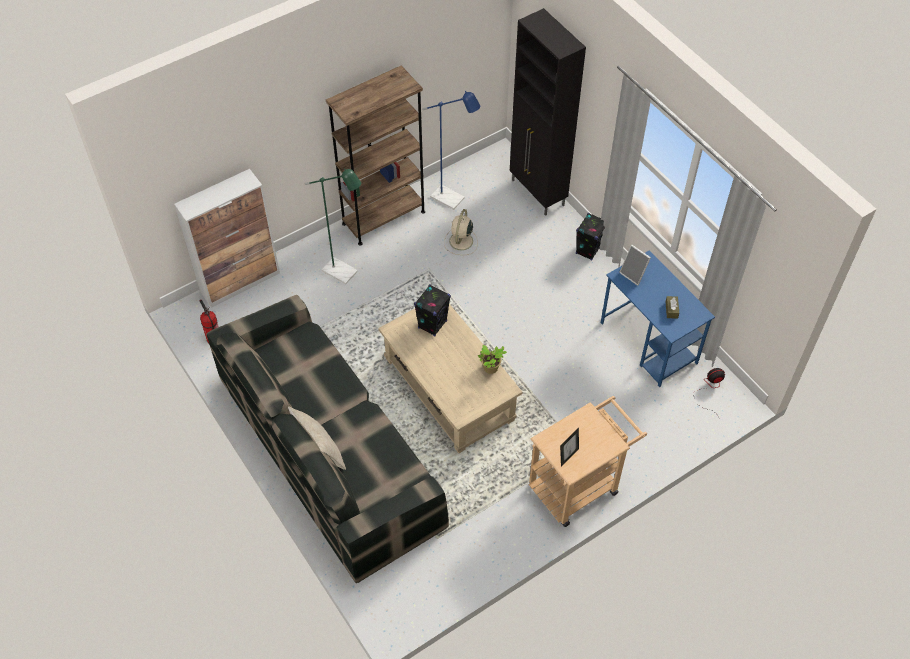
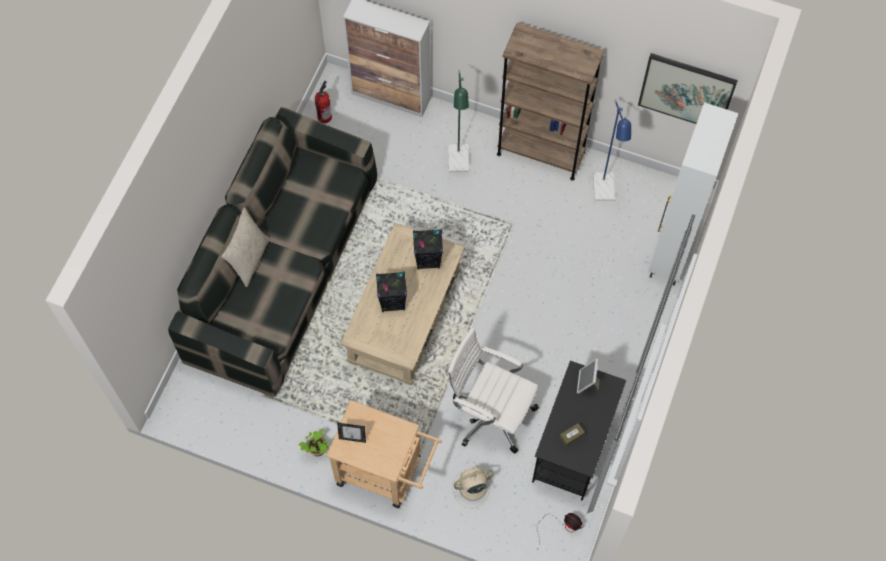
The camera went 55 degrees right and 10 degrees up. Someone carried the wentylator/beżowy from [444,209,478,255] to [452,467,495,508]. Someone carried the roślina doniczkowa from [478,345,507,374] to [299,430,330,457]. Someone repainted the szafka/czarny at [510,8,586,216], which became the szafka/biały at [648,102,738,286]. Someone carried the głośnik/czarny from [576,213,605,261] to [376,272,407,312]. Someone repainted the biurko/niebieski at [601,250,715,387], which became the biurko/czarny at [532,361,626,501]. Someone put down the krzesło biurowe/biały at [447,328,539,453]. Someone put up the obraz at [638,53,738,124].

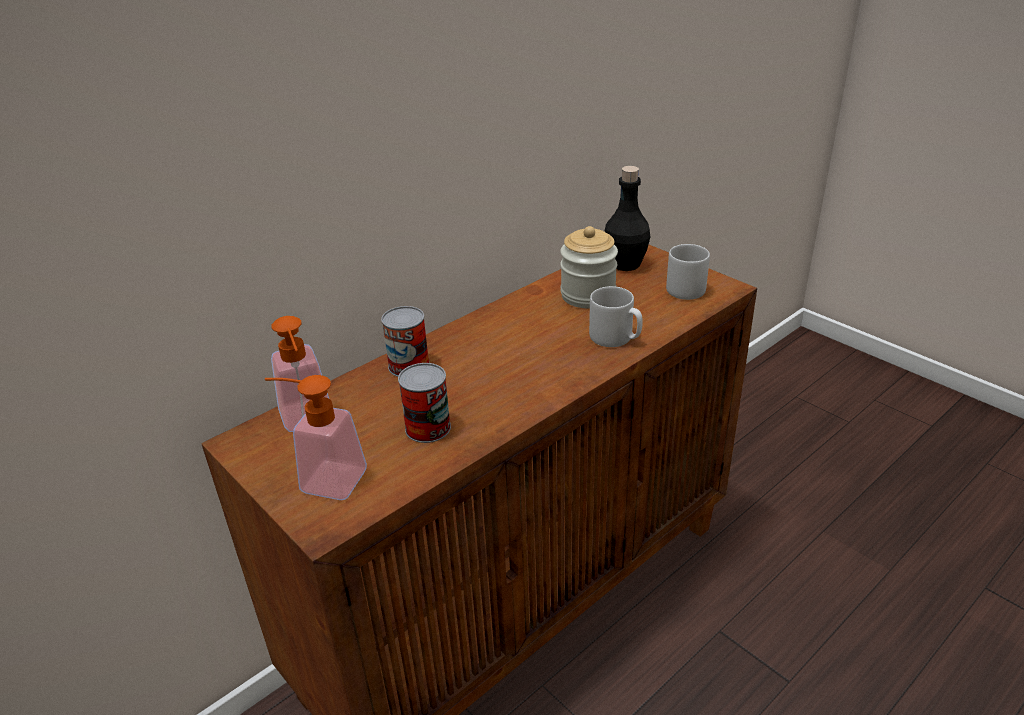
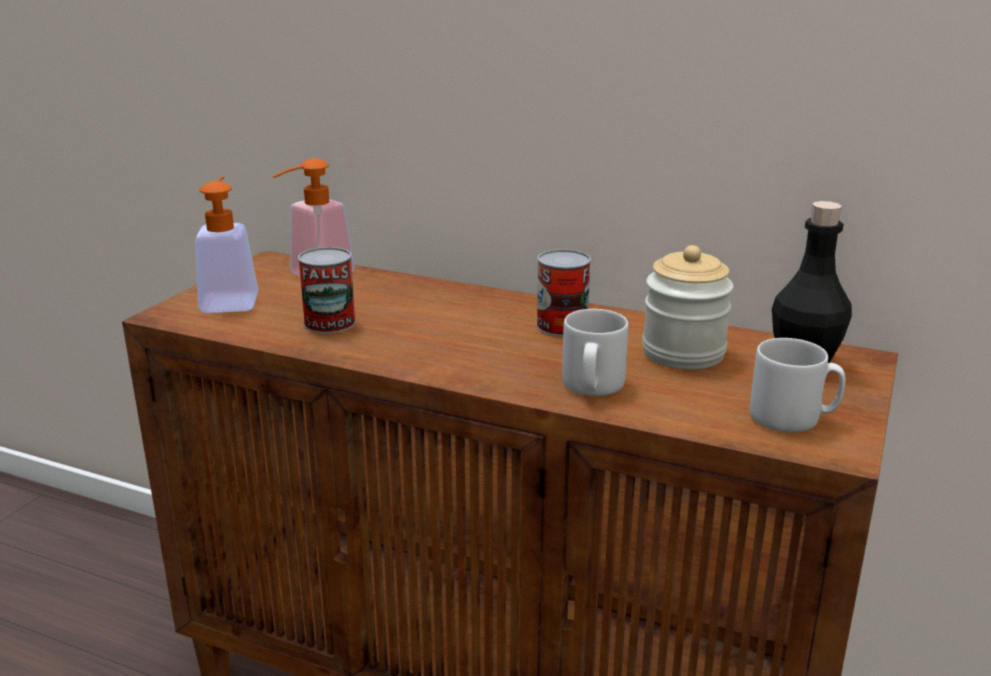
The camera went 65 degrees right and 10 degrees down. Someone carried the puszka from [381,306,430,377] to [536,249,591,337].

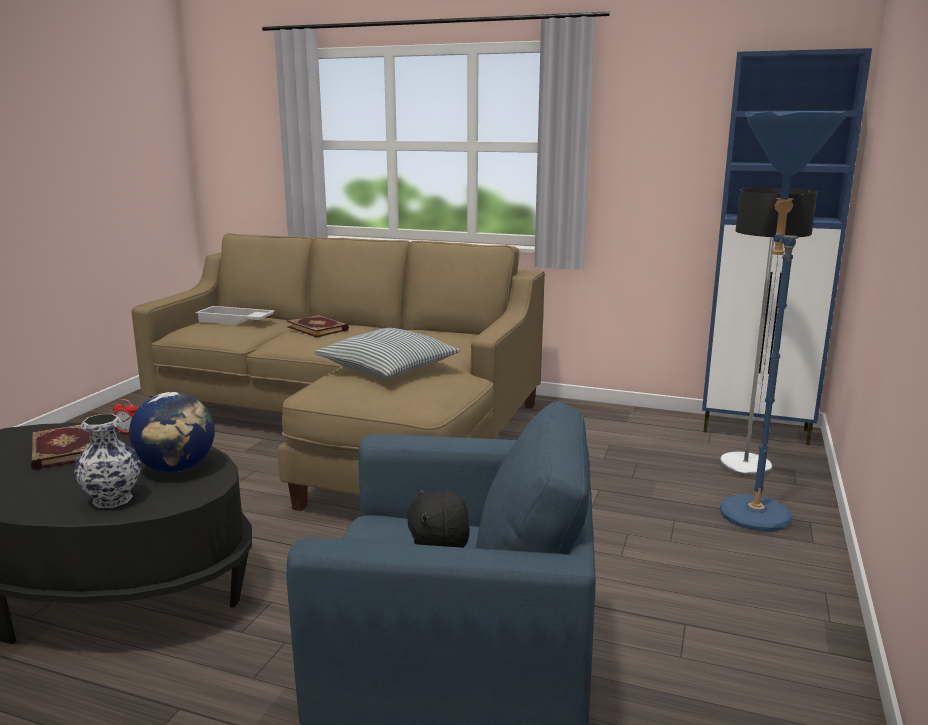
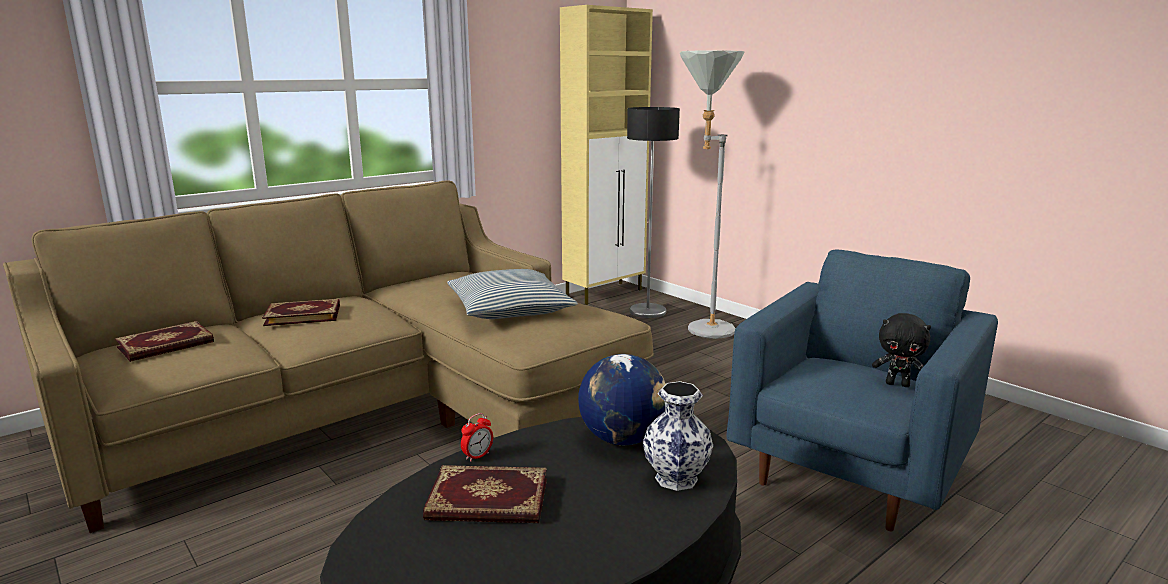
The camera went 60 degrees left and 0 degrees up. Someone swapped the taca/biały at [195,306,275,325] for the książka at [115,321,214,362]. Someone repainted the szafka/niebieski at [702,48,872,445], which became the szafka/beżowy at [560,5,653,305]. Someone repainted the lampa stojąca/niebieski at [720,111,847,531], which became the lampa stojąca/szary at [680,50,744,339].

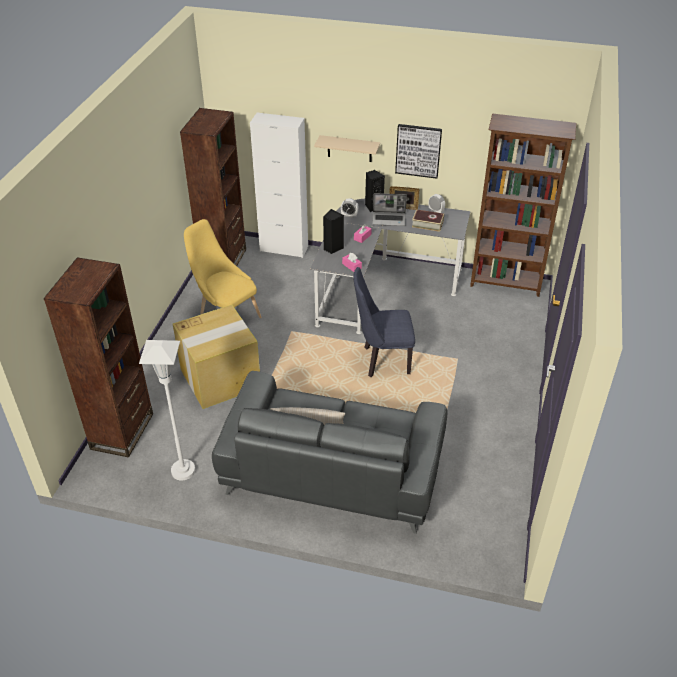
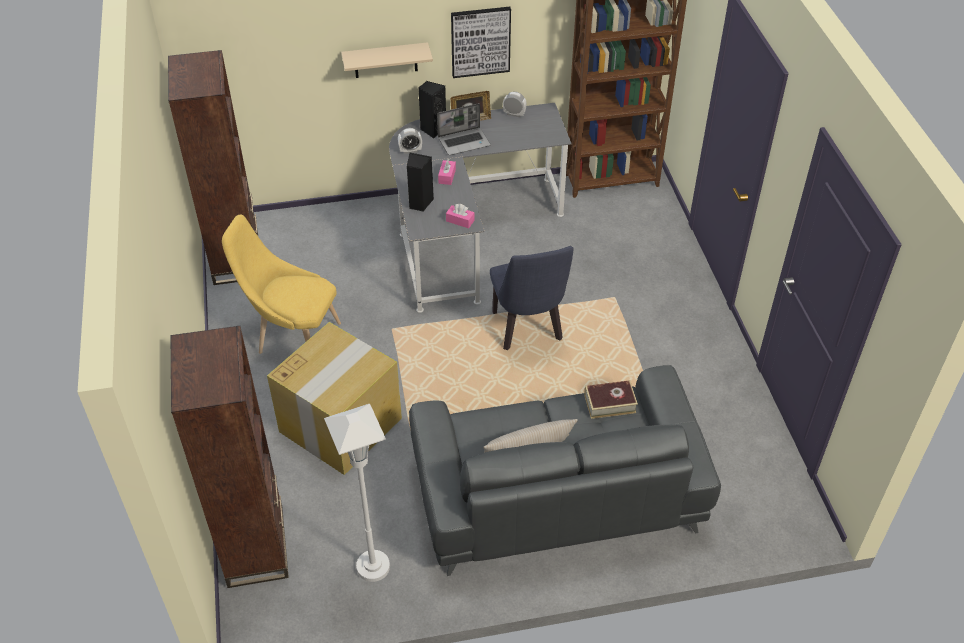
The camera went 25 degrees left and 5 degrees up. Someone took away the szafka/biały at [250,112,308,258]. Someone rotated the krzesło/niebieski at [353,267,415,377] by 75 degrees counterclockwise. Someone carried the książka from [412,209,444,232] to [584,380,638,419].

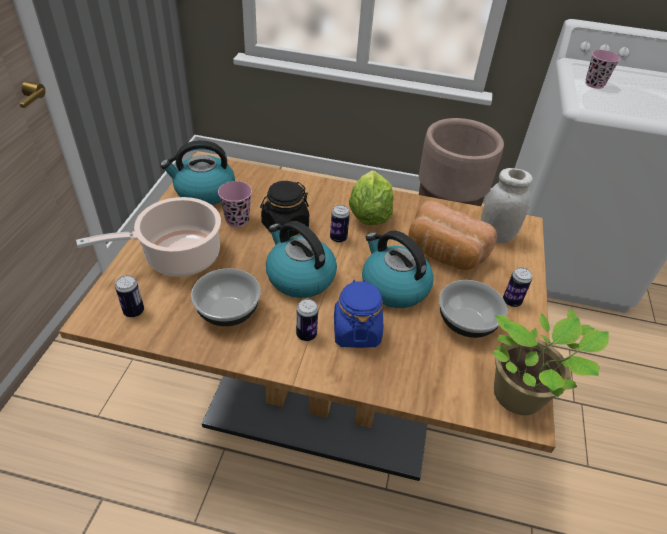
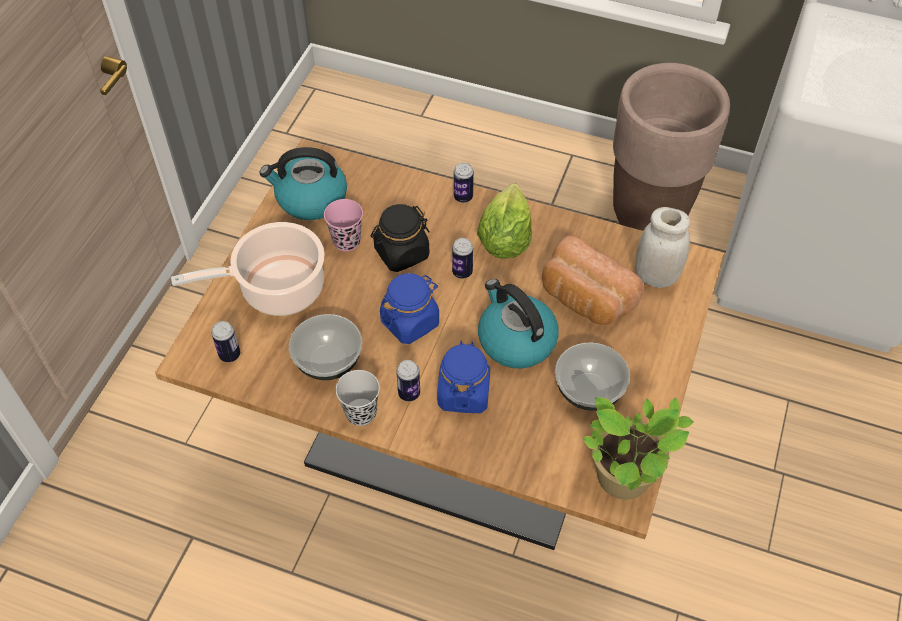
The camera went 10 degrees right and 10 degrees up. Someone swapped the czajnik at [266,221,337,298] for the słoik/niebieski at [380,273,439,344]. Someone carried the puszka from [503,267,532,307] to [454,163,474,203]. Someone took away the filiżanka/różowy at [586,50,620,89]. Someone put down the filiżanka/czarny at [336,370,380,426].

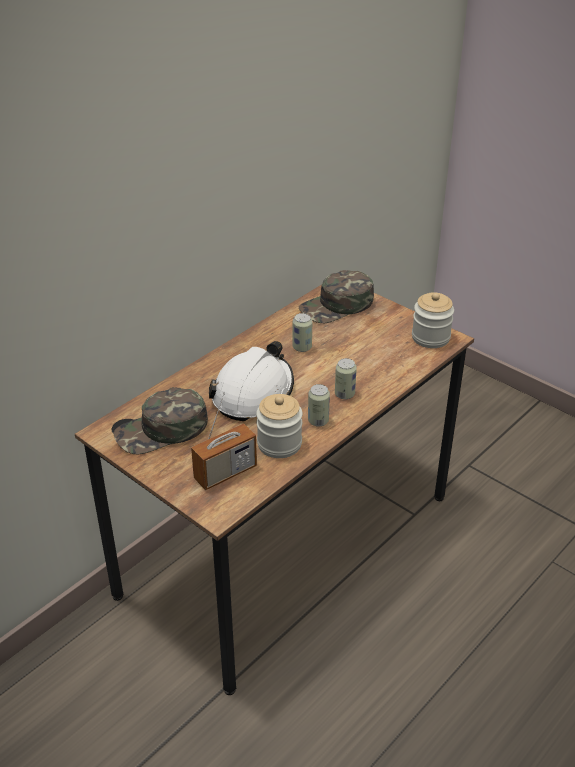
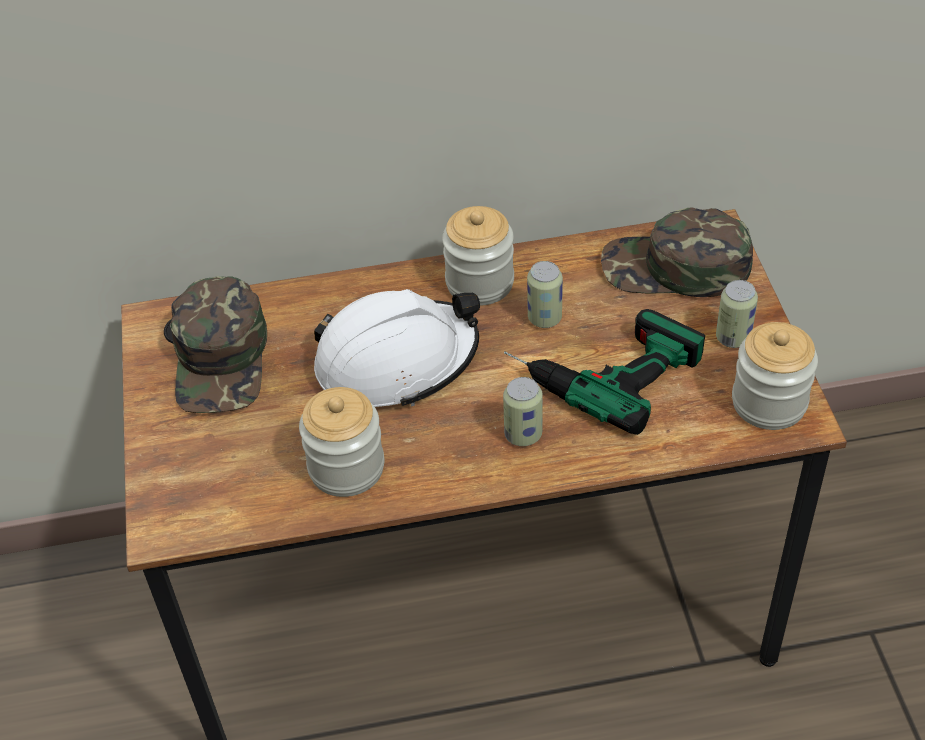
The camera went 40 degrees right and 10 degrees up. Someone rotated the czapka z daszkiem/zielony at [113,387,208,455] by 105 degrees counterclockwise. Someone took away the radio at [191,392,257,490]. Someone carried the puszka from [308,384,330,427] to [716,280,758,348]. Someone put down the słoik at [442,206,514,306]. Someone put down the wiertarka at [504,309,705,435].

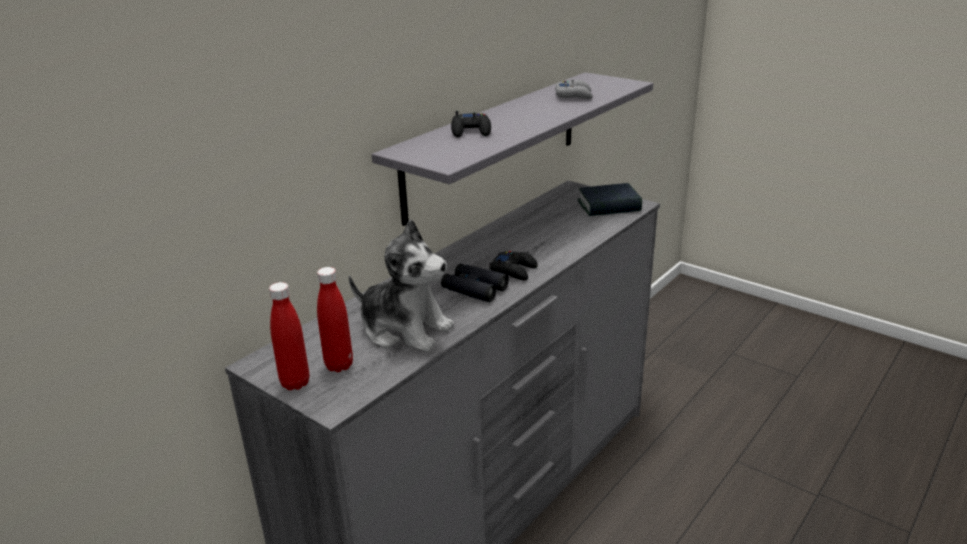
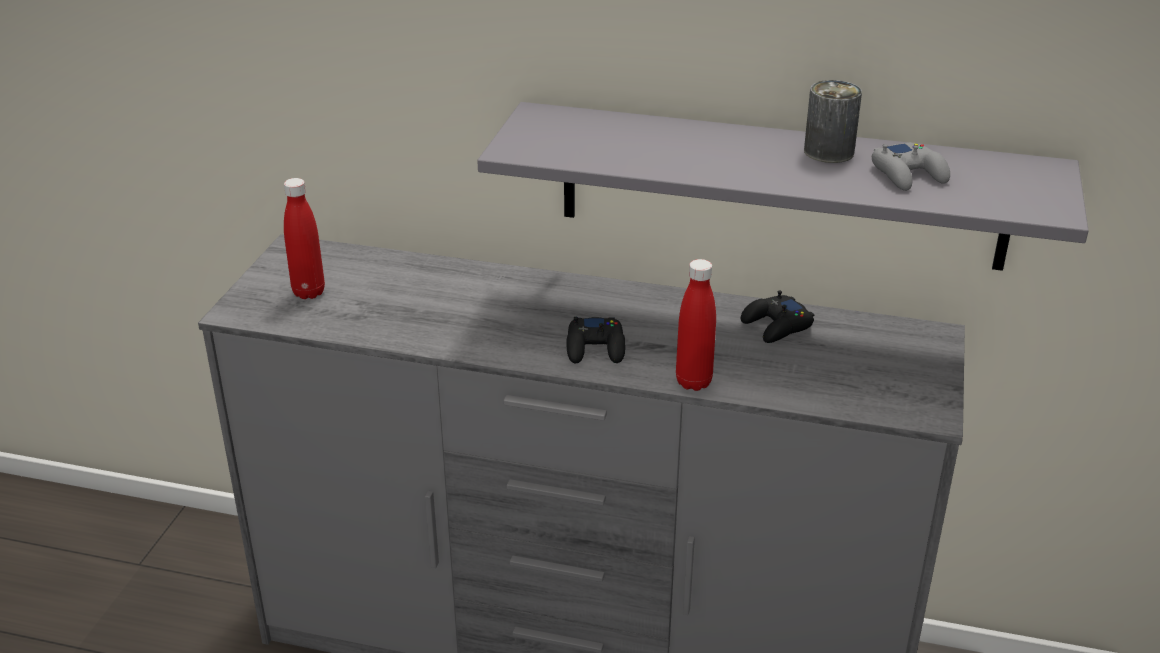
The camera went 65 degrees right and 5 degrees up. Someone carried the butelka/czerwony from [269,282,309,390] to [676,259,716,391]. Someone took away the pluszak at [349,219,454,352]. Someone took away the lornetka/czarny at [441,264,509,302]. Someone carried the pad do gier/czarny from [451,111,491,137] to [741,290,814,343]. Someone took away the książka at [578,183,642,216]. Someone put down the puszka at [804,80,862,163].

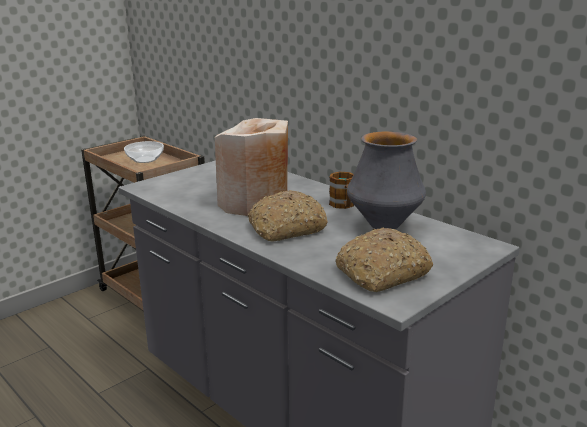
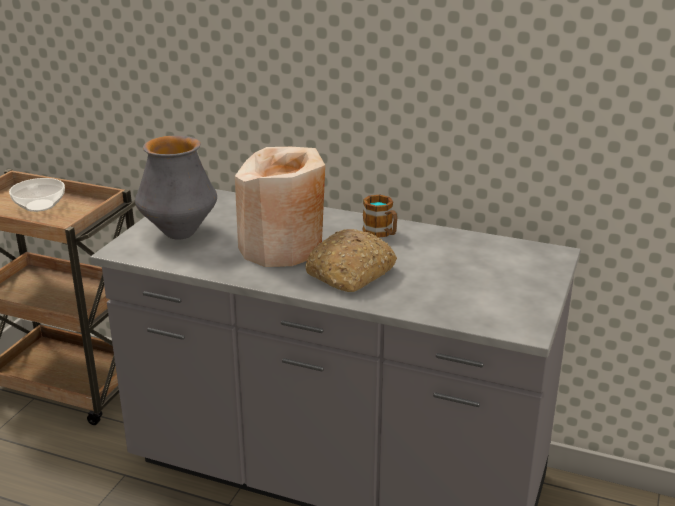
The camera went 25 degrees left and 5 degrees up. Someone took away the chleb at [335,228,433,292]. Someone carried the wazon from [347,131,426,229] to [135,135,217,240].

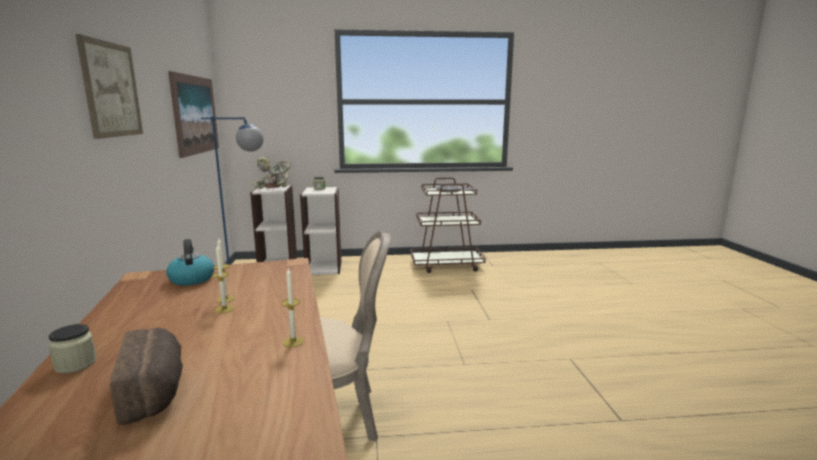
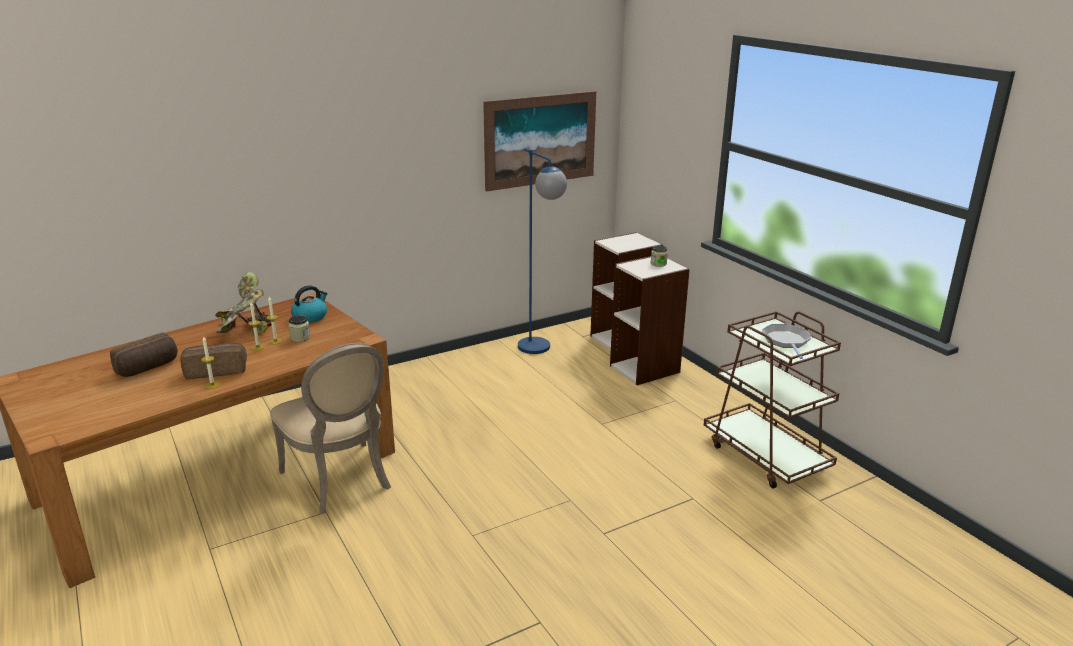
The camera went 65 degrees right and 10 degrees up. Someone carried the słoik from [49,324,97,374] to [288,315,310,342]. Someone took away the obraz at [75,34,143,139]. Someone carried the roślina doniczkowa from [253,157,291,189] to [215,272,272,334]. Someone put down the chleb at [180,343,247,379].

